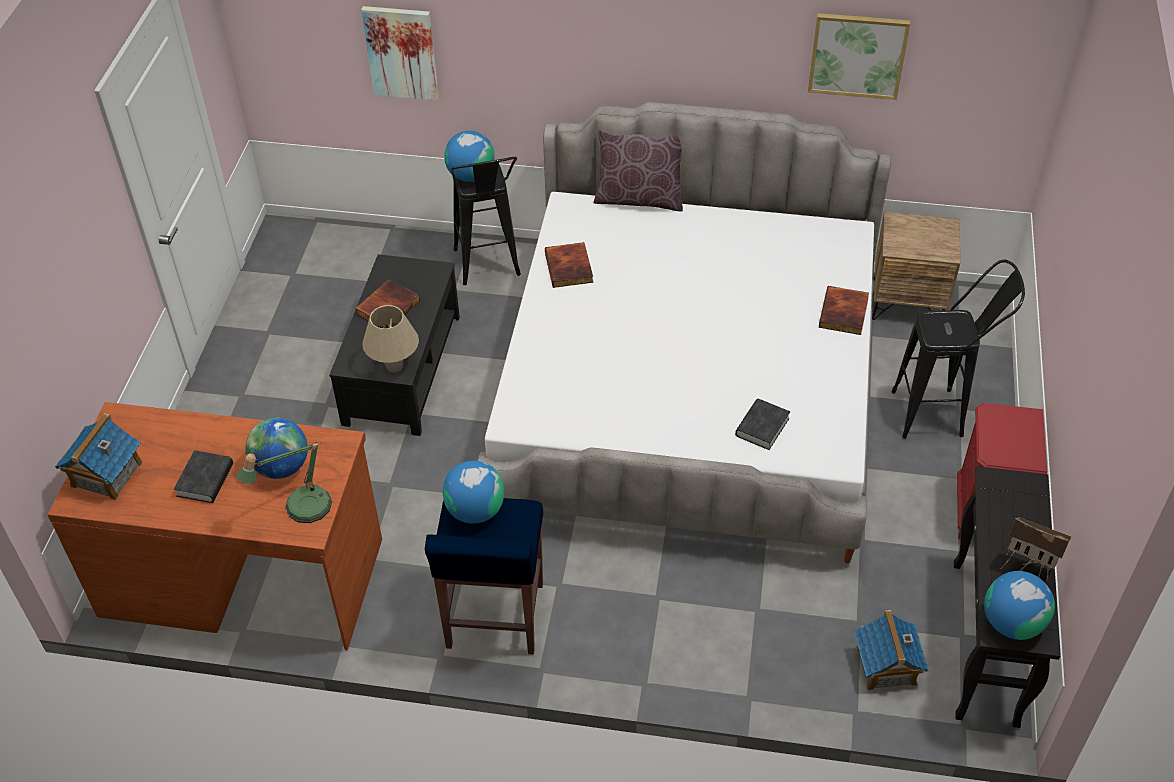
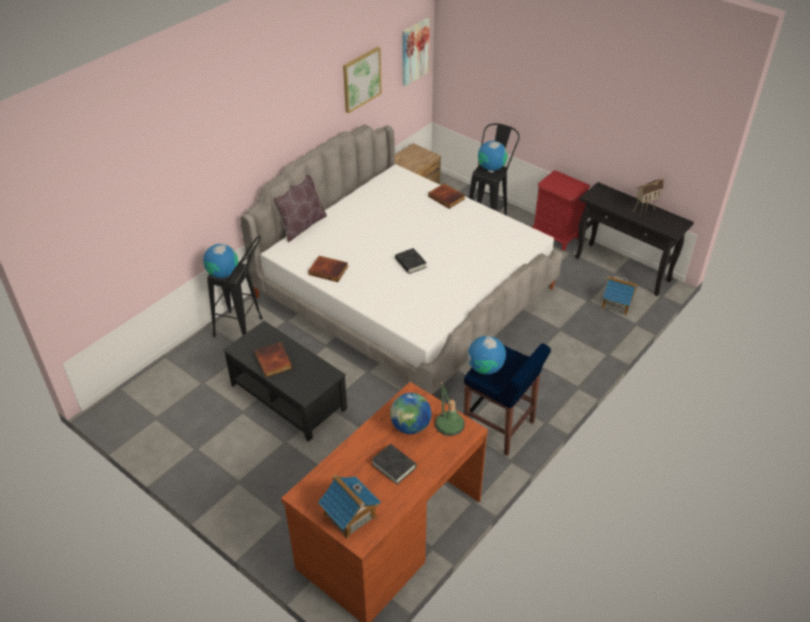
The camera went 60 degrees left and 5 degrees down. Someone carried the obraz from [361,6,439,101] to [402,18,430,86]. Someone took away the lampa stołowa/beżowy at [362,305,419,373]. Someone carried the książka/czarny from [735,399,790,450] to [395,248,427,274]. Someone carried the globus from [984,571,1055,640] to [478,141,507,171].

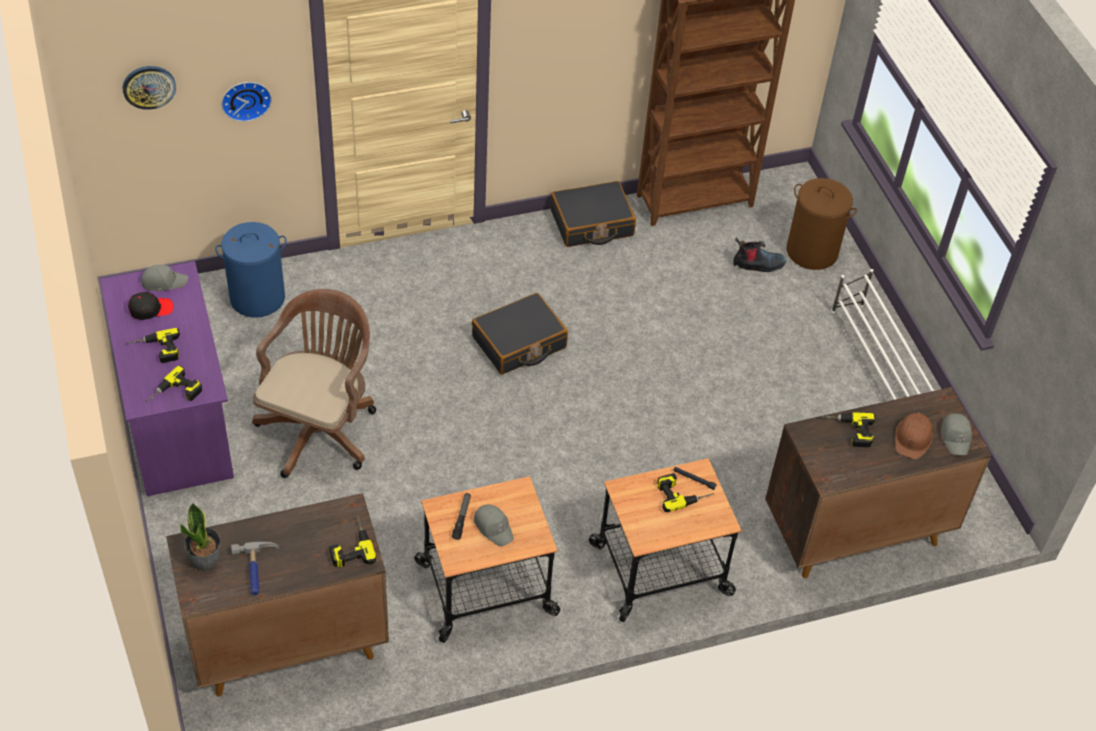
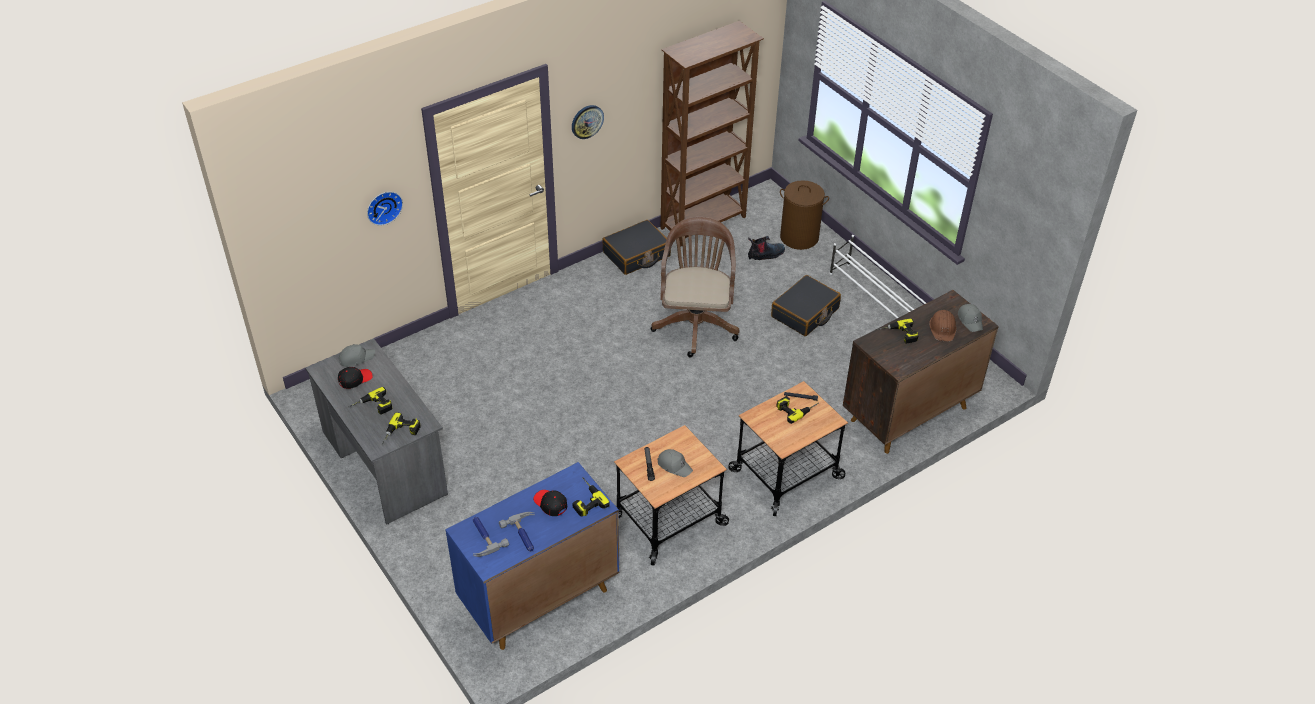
The camera went 15 degrees left and 5 degrees down. Someone repainted the biurko/fioletowy at [100,261,234,496], which became the biurko/szary at [305,338,448,525]. Someone carried the zegar ścienny from [123,66,176,110] to [572,105,604,139]. Someone repainted the szafka/brązowy at [166,493,389,697], which became the szafka/niebieski at [445,462,619,650]. Someone swapped the roślina doniczkowa at [180,503,221,571] for the młotek at [473,517,509,557]. Someone took away the kosz na pranie/niebieski at [215,222,286,318]. Someone carried the krzesło biurowe/brązowy from [252,289,376,478] to [651,217,740,357]. Someone carried the walizka/czarny from [472,293,568,375] to [771,275,841,336]. Someone put down the czapka z daszkiem/czarny at [533,490,567,516].

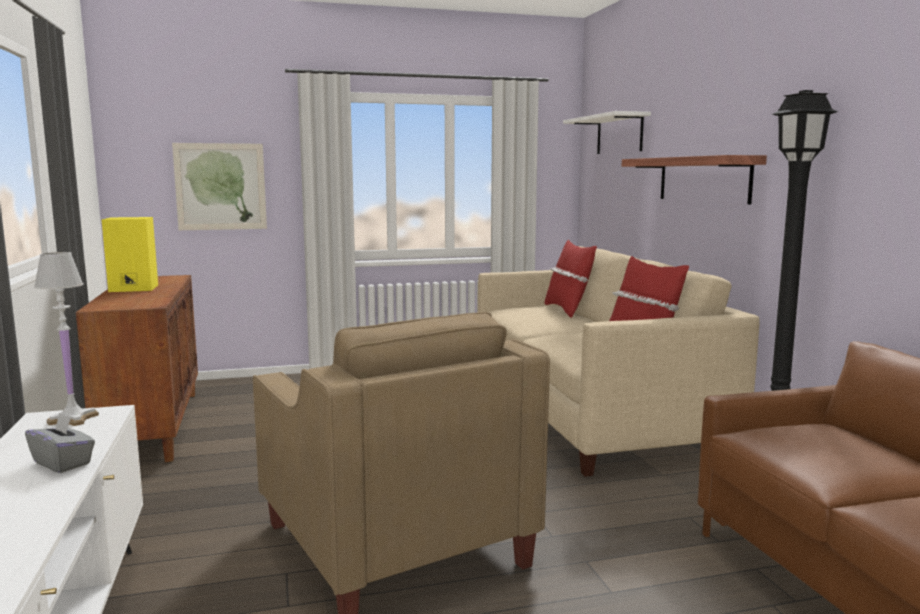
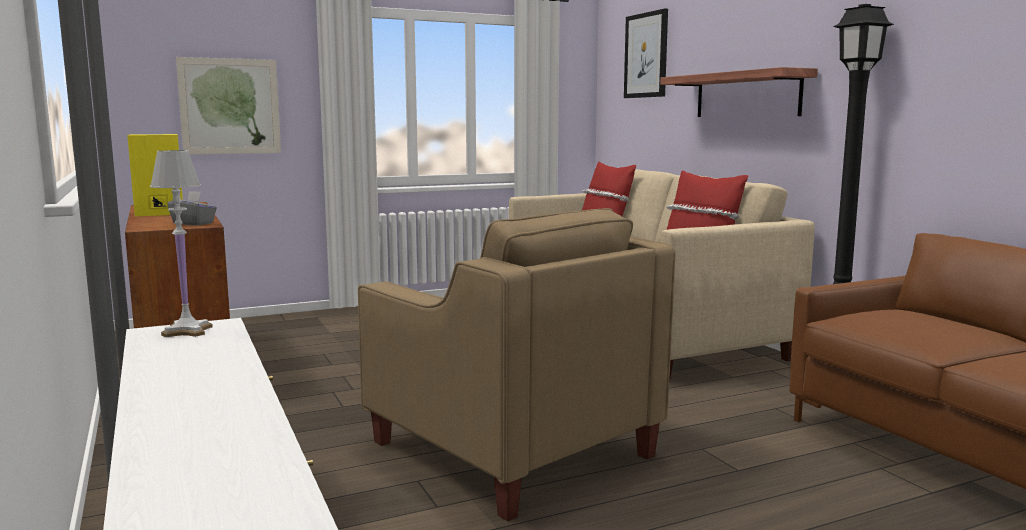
The camera went 10 degrees left and 0 degrees up. Someone carried the pudełko chusteczek/szary from [25,412,95,473] to [167,191,217,226]. Someone swapped the półka/biały at [563,111,651,154] for the obraz at [624,9,668,98].

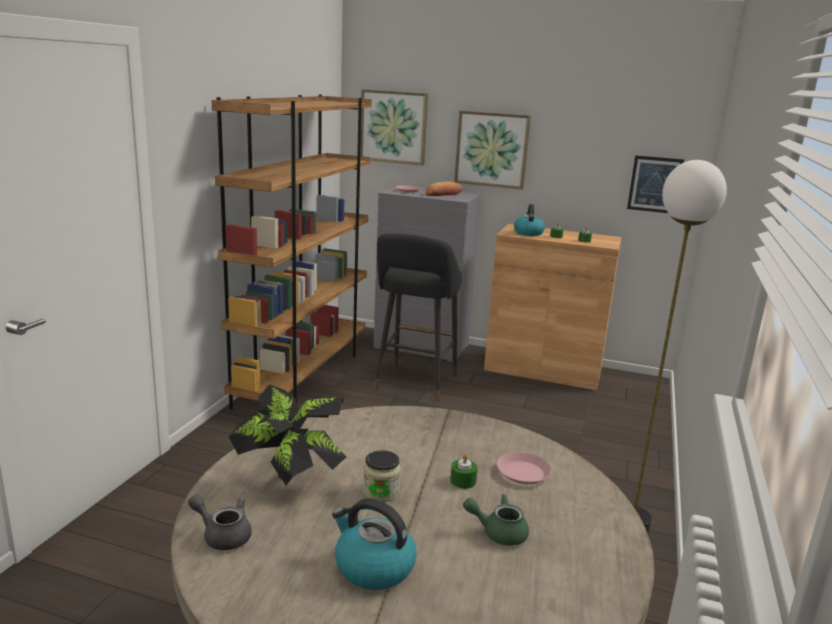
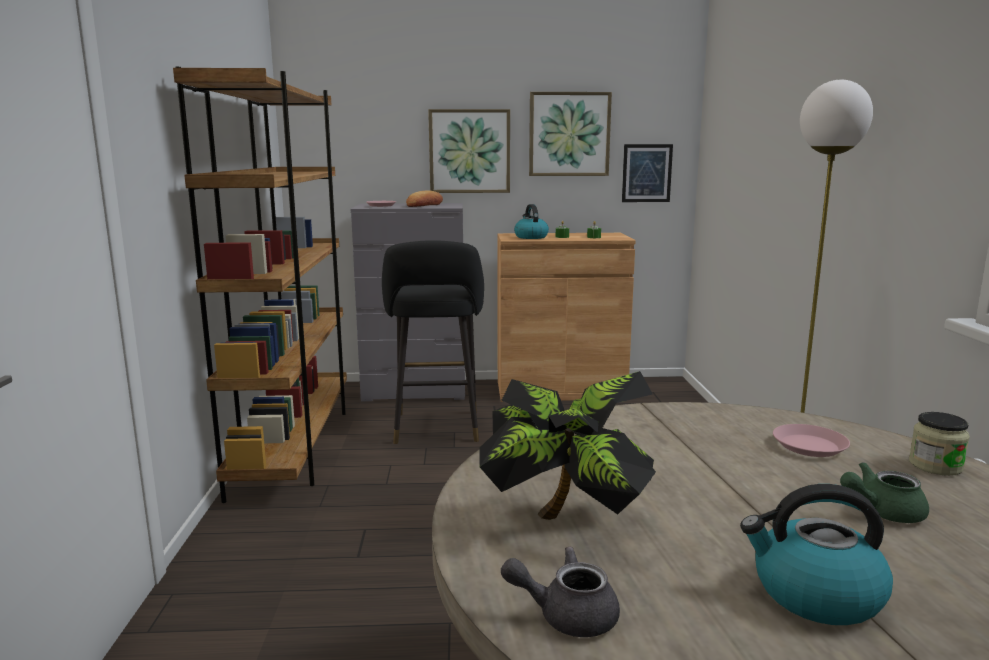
The camera went 20 degrees left and 5 degrees down. Someone carried the obraz from [360,89,428,165] to [529,92,612,176]. Someone carried the słoik from [363,450,401,502] to [909,412,970,476]. Someone took away the świeca/zielony at [450,454,478,489].

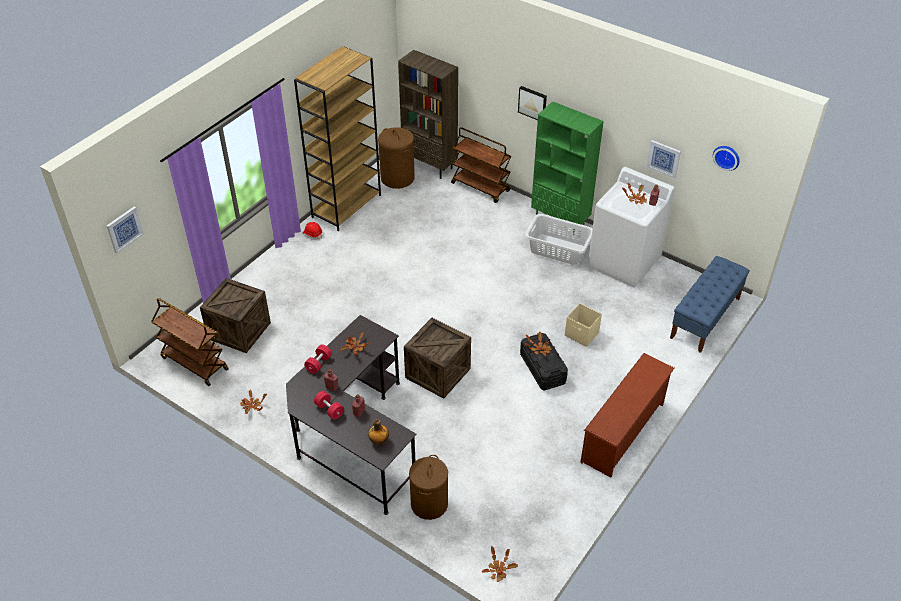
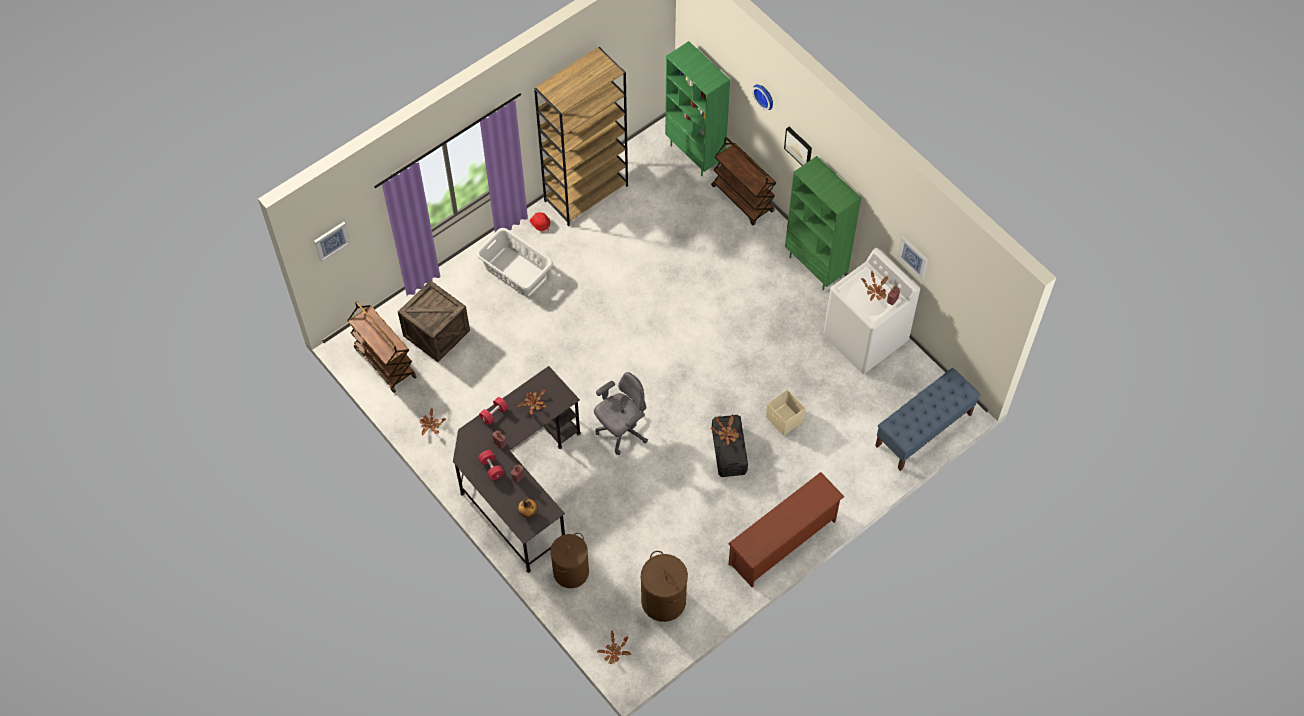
The camera went 15 degrees right and 15 degrees up. Someone carried the kosz na pranie/brązowy from [378,127,415,189] to [641,551,688,622]. Someone repainted the regał/brązowy at [398,50,458,179], which became the regał/zielony at [665,41,730,176]. Someone swapped the skrzynka at [404,318,471,399] for the krzesło biurowe/szary at [594,372,648,455]. Someone carried the kosz na pranie/szary from [525,214,593,265] to [476,228,553,296]. Someone carried the zegar ścienny from [713,146,740,171] to [752,84,773,110].

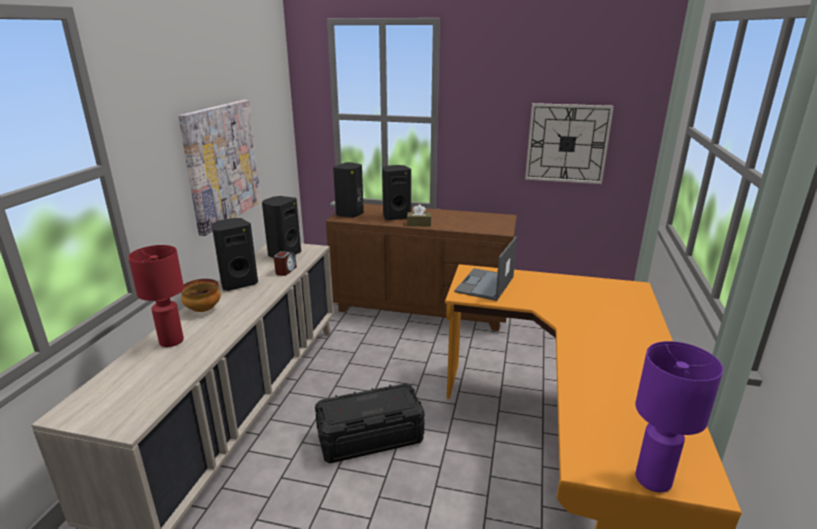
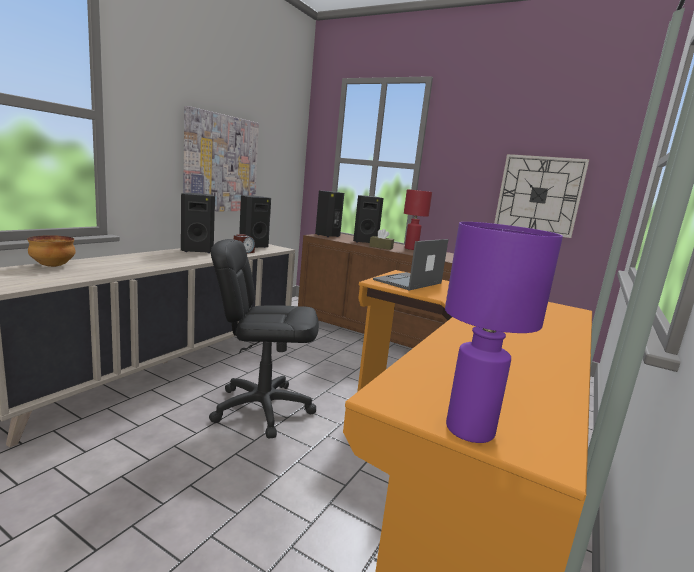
The camera went 15 degrees right and 10 degrees down. Someone carried the lampa stołowa/czerwony from [128,245,184,347] to [404,189,432,250]. Someone carried the miska from [181,279,221,312] to [27,235,76,267]. Someone swapped the pojemnik do przechowywania/czarny at [315,384,425,463] for the krzesło biurowe/czarny at [209,239,319,439].

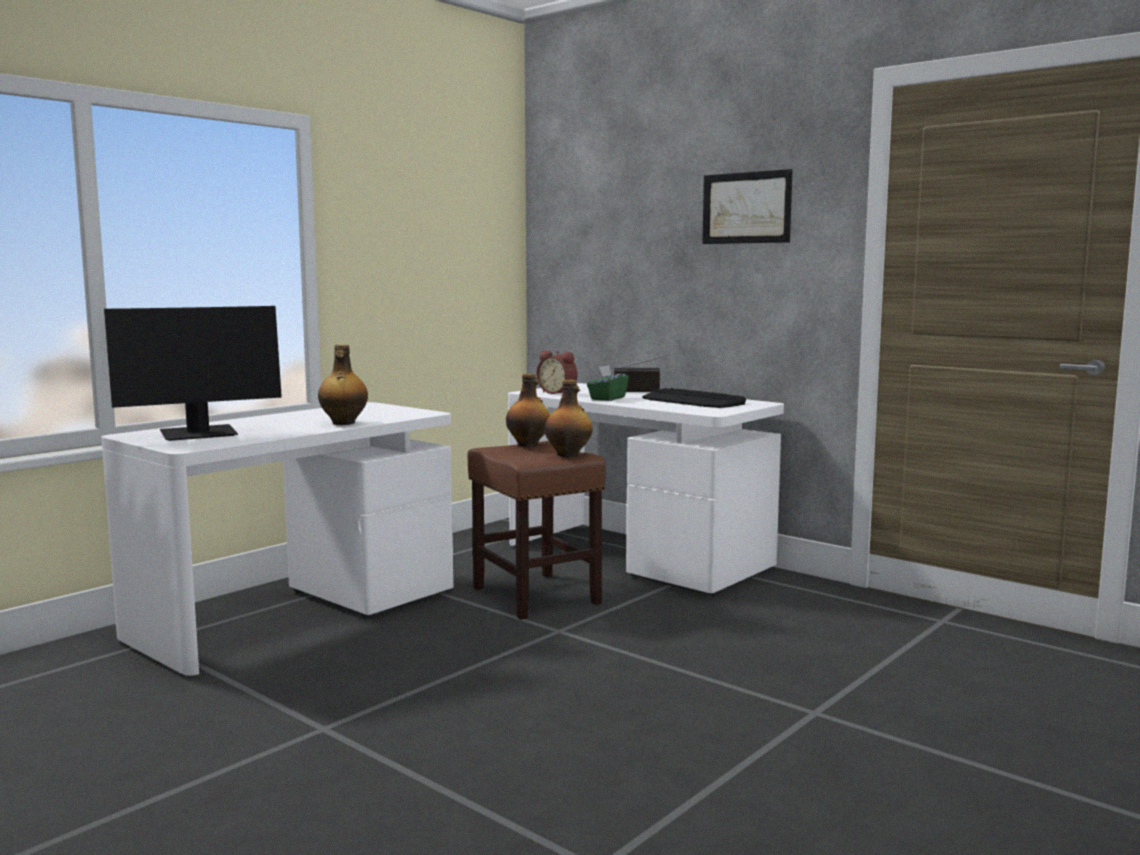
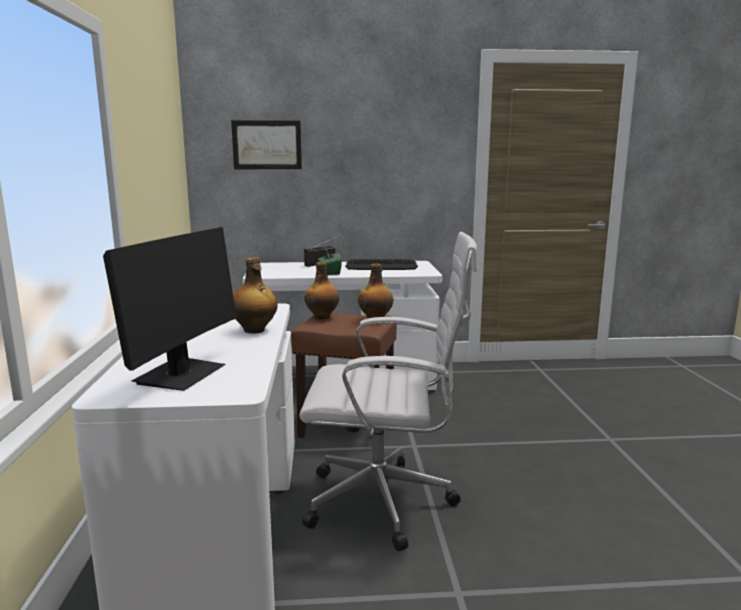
The camera went 45 degrees left and 5 degrees up. Someone took away the budzik at [537,350,577,394]. Someone carried the obraz from [702,169,793,244] to [231,120,302,169]. Someone put down the krzesło biurowe/biały at [299,232,477,551].

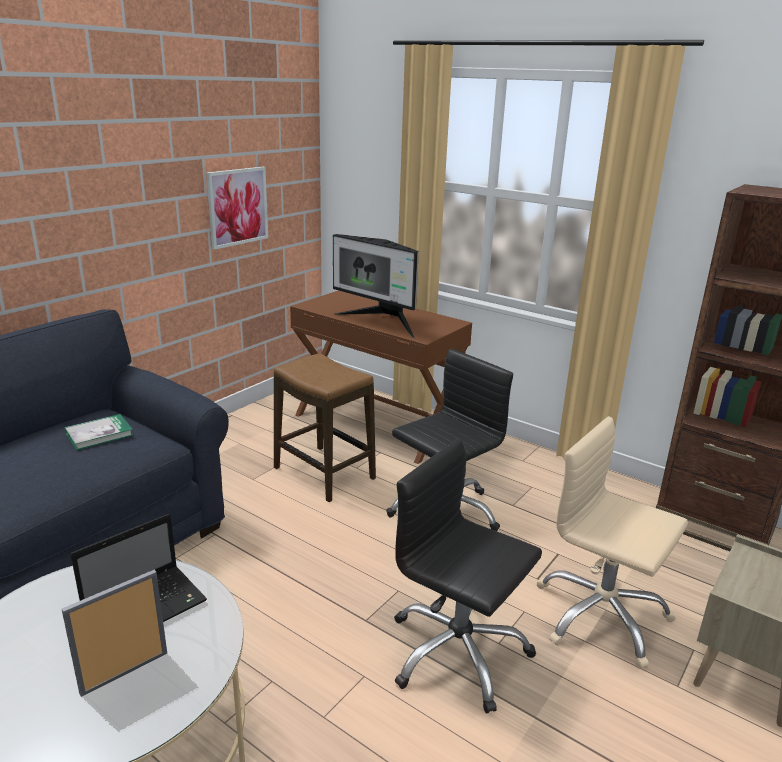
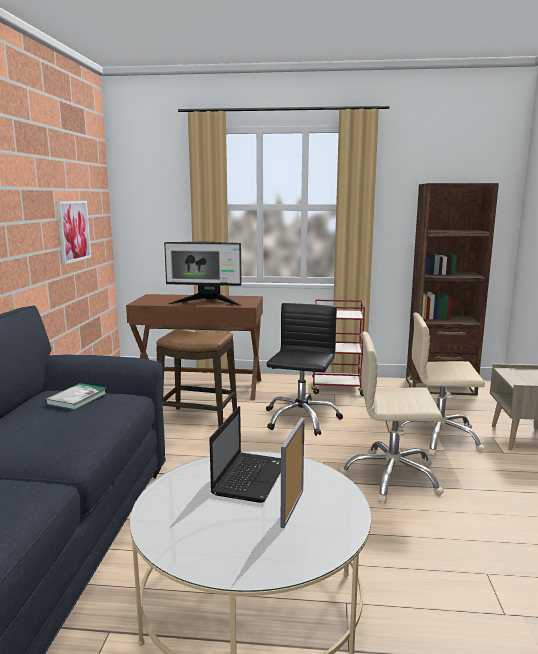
The camera went 30 degrees left and 10 degrees down. Someone repainted the krzesło biurowe/czarny at [395,438,542,713], which became the krzesło biurowe/beżowy at [340,331,444,503]. Someone put down the wózek/czerwony at [311,300,365,396].

